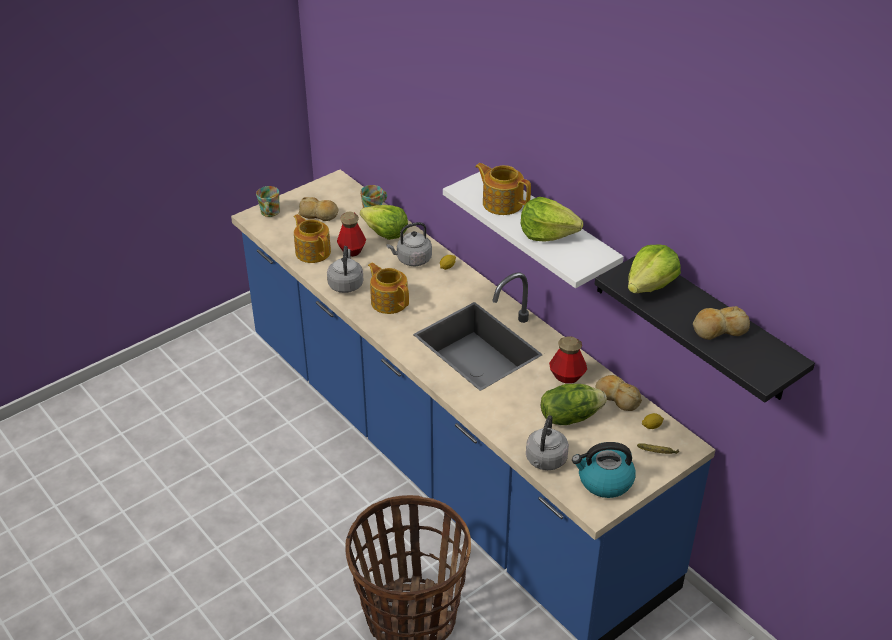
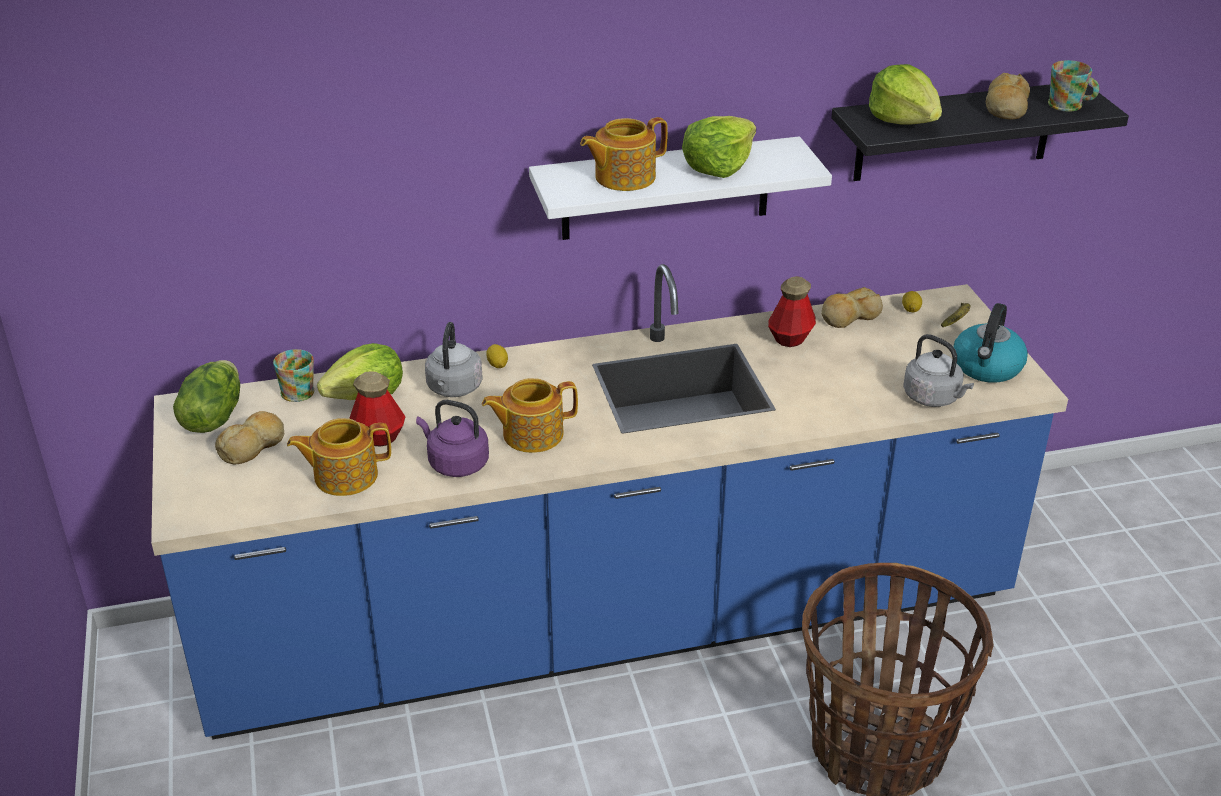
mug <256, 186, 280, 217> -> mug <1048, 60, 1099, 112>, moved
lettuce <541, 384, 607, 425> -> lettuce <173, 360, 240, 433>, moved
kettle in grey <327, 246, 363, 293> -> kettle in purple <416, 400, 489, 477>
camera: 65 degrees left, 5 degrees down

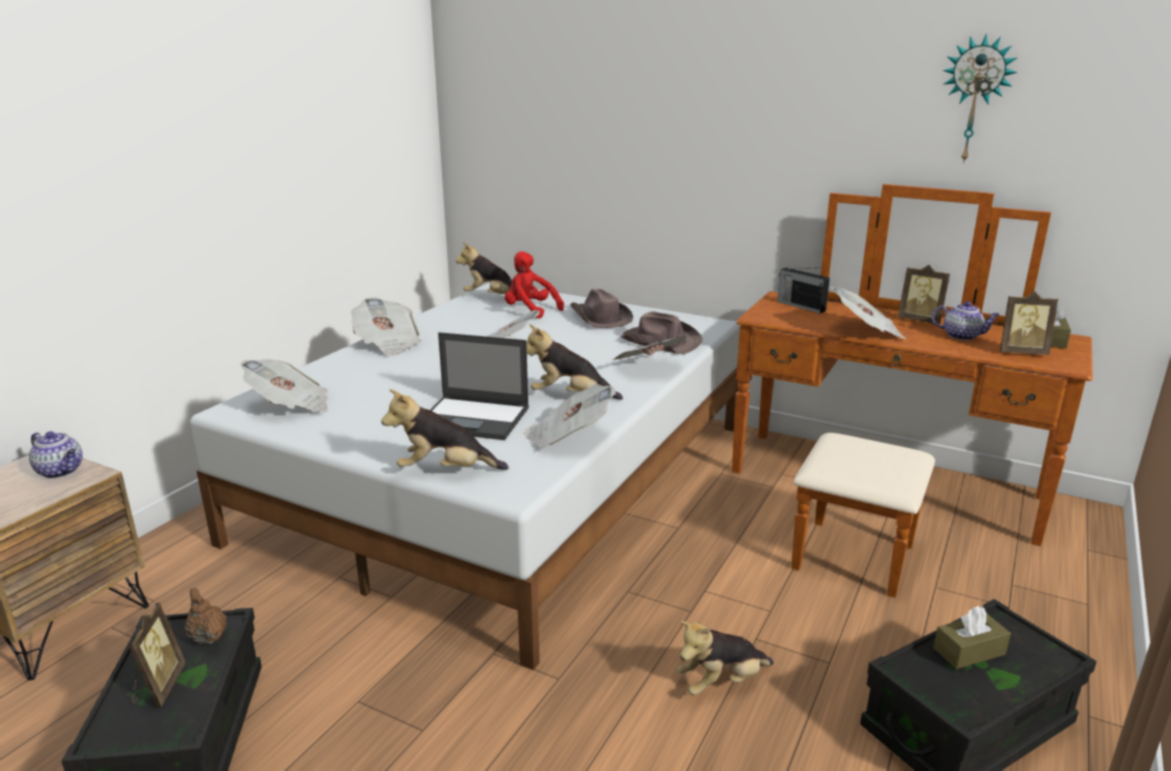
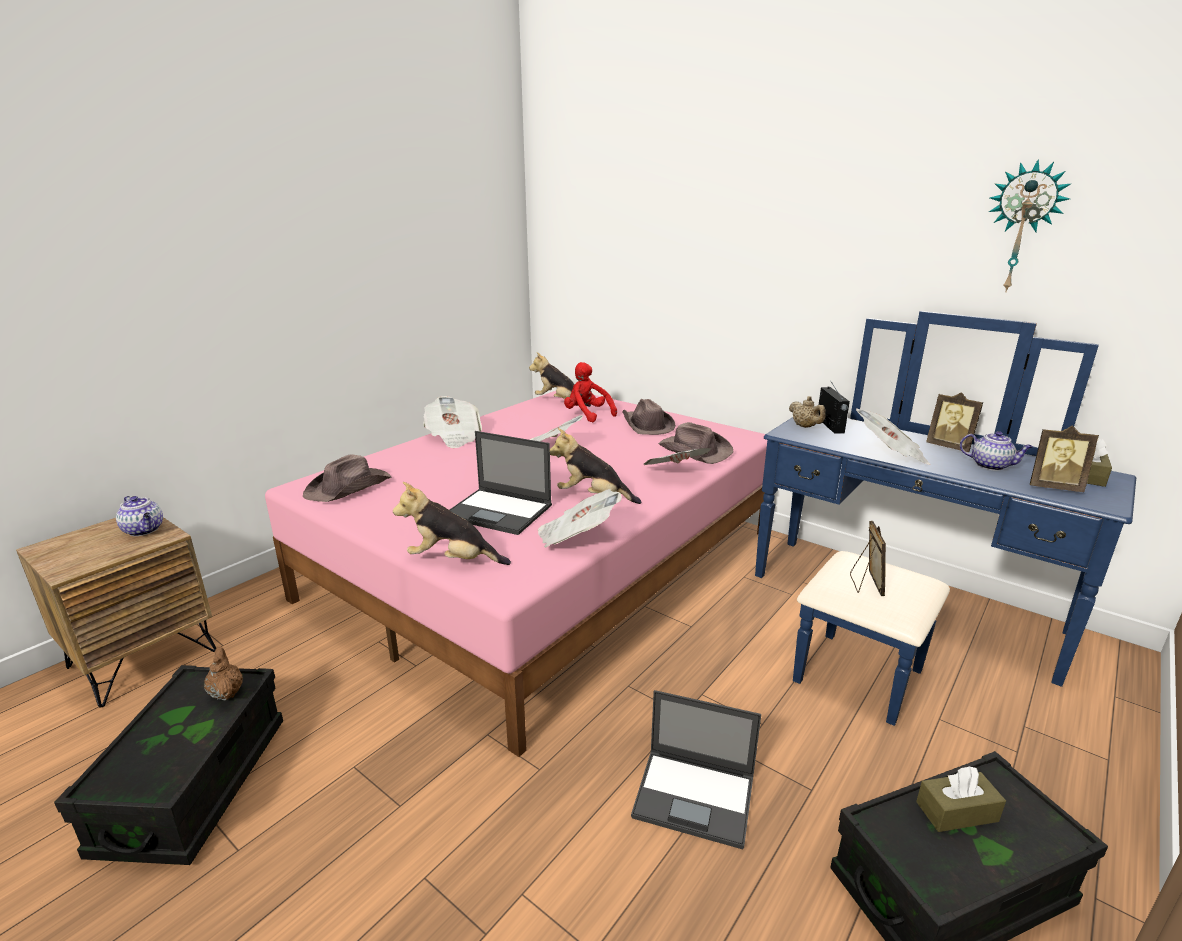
none -> teapot in beige <789, 396, 826, 428>
picture frame <128, 603, 186, 707> -> picture frame <850, 521, 886, 596>, moved
newspaper <241, 359, 328, 413> -> hat in brown <303, 455, 392, 502>
plush toy <677, 621, 774, 696> -> laptop <631, 690, 761, 849>
bed in white <190, 283, 740, 670> -> bed in pink <265, 391, 767, 757>
dresser in brown <732, 184, 1093, 598> -> dresser in blue <755, 311, 1136, 726>
radio <777, 267, 830, 313> -> radio <819, 380, 850, 434>, 150 degrees counterclockwise
camera: 10 degrees right, 0 degrees up

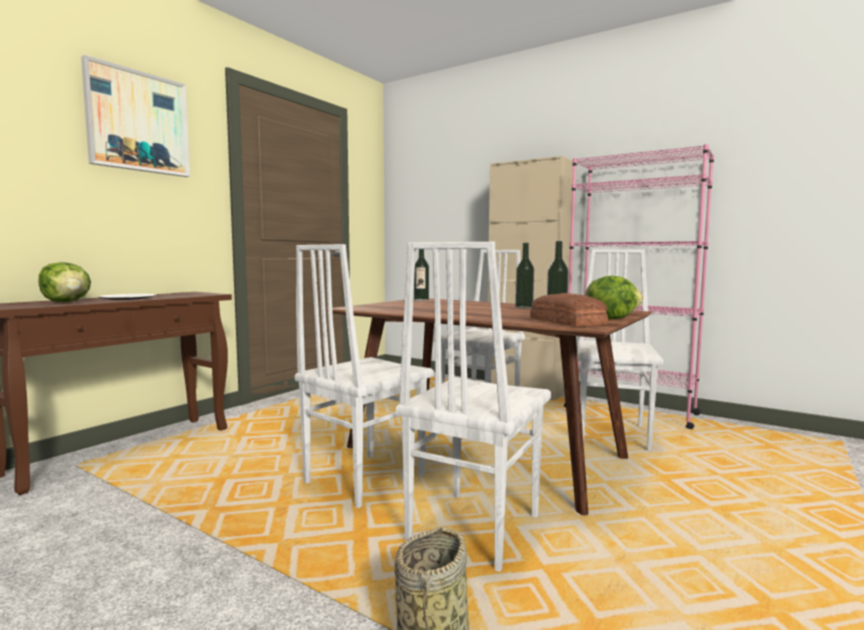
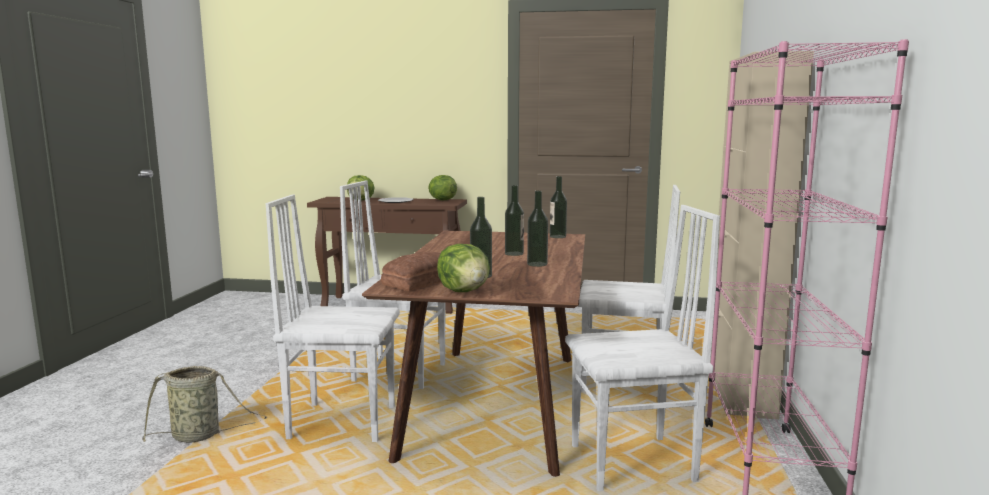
picture <81, 55, 190, 177> -> none
none -> lettuce <428, 175, 457, 200>
none -> bottle <505, 185, 524, 256>
camera: 65 degrees right, 5 degrees up

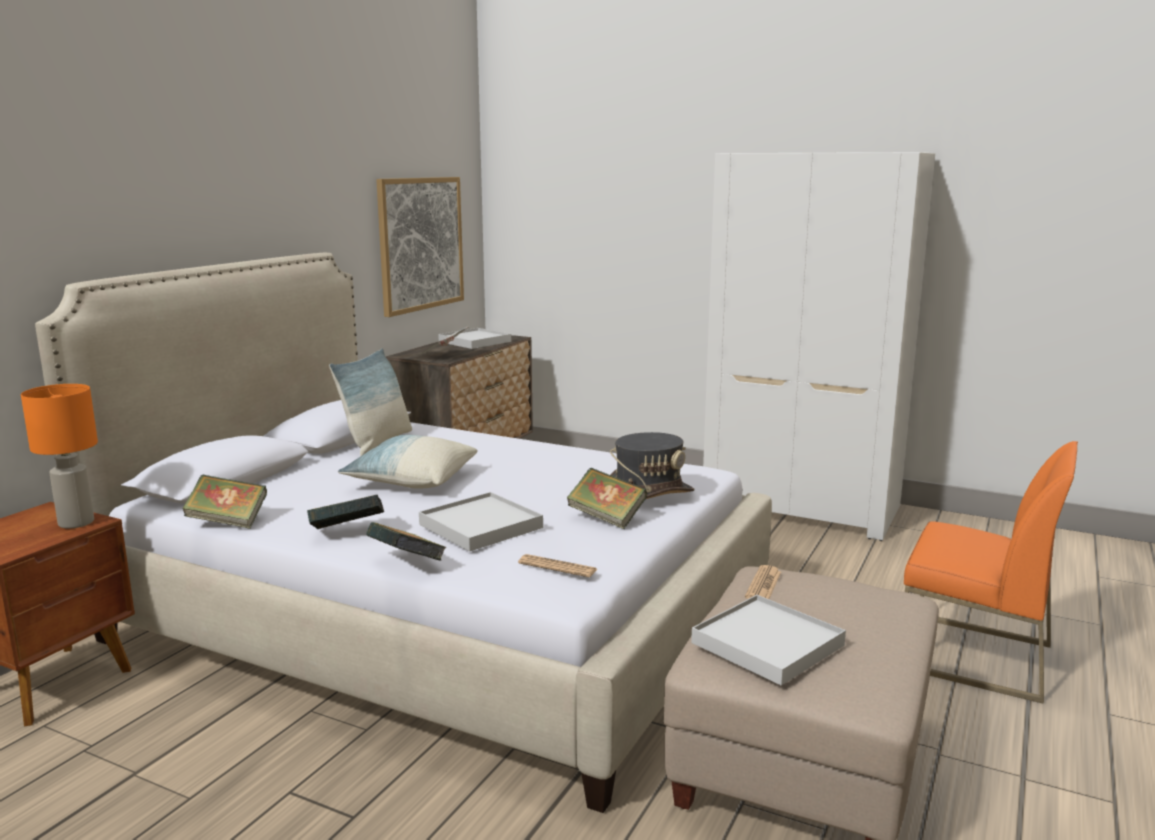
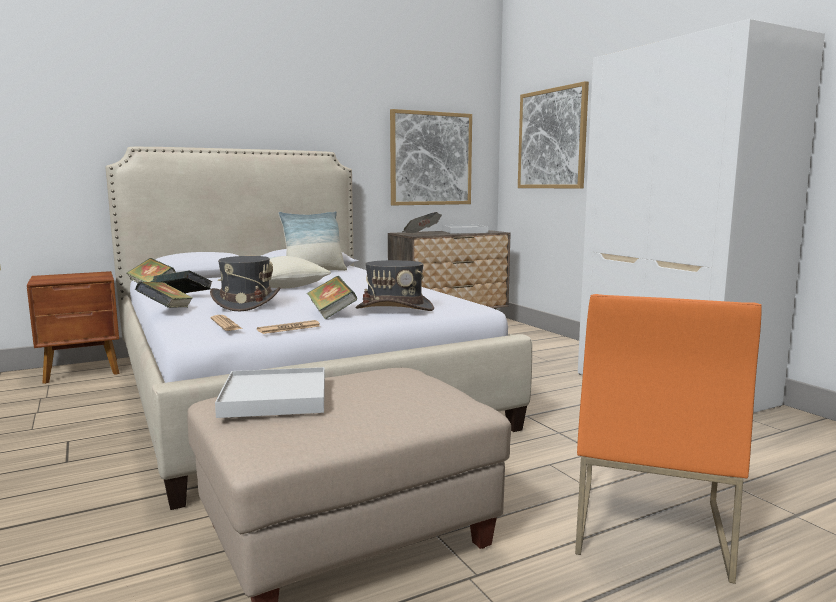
table lamp in orange <21, 384, 98, 529> -> none
none -> picture <518, 81, 589, 189>
newspaper <745, 565, 781, 599> -> newspaper <257, 320, 320, 334>, moved
tray in white <419, 492, 543, 552> -> hat in grey <210, 256, 281, 311>
chair in orange <904, 441, 1078, 704> -> chair in orange <575, 294, 762, 584>, 45 degrees clockwise
camera: 35 degrees right, 5 degrees down

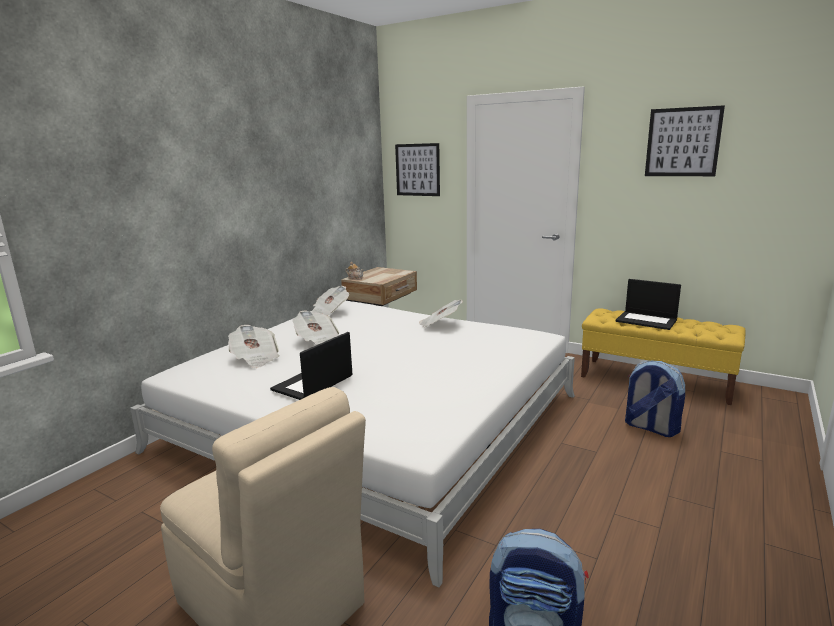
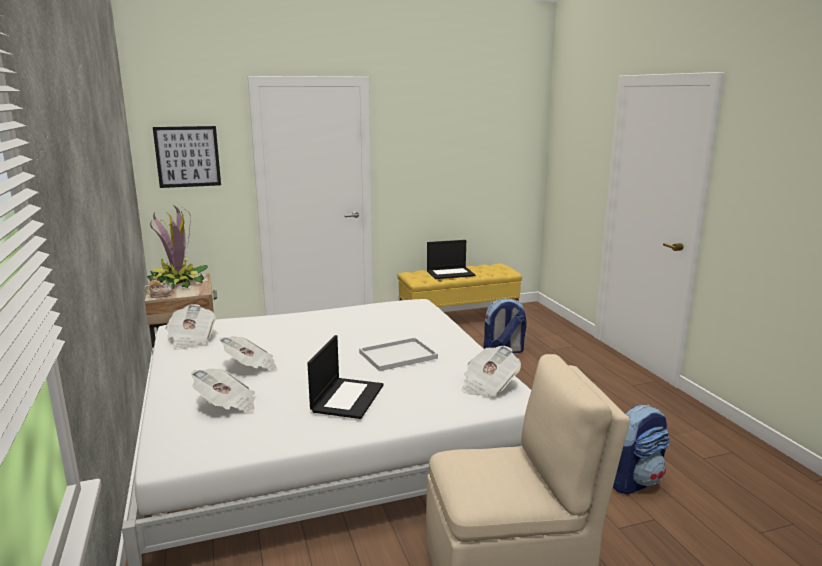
picture <645, 105, 725, 176> -> none
none -> potted plant <147, 206, 208, 289>
none -> tray in white <359, 337, 438, 371>
newspaper <419, 300, 463, 327> -> newspaper <461, 346, 521, 397>, moved
laptop <270, 332, 352, 400> -> laptop <307, 335, 383, 419>, 150 degrees counterclockwise
camera: 50 degrees left, 0 degrees up

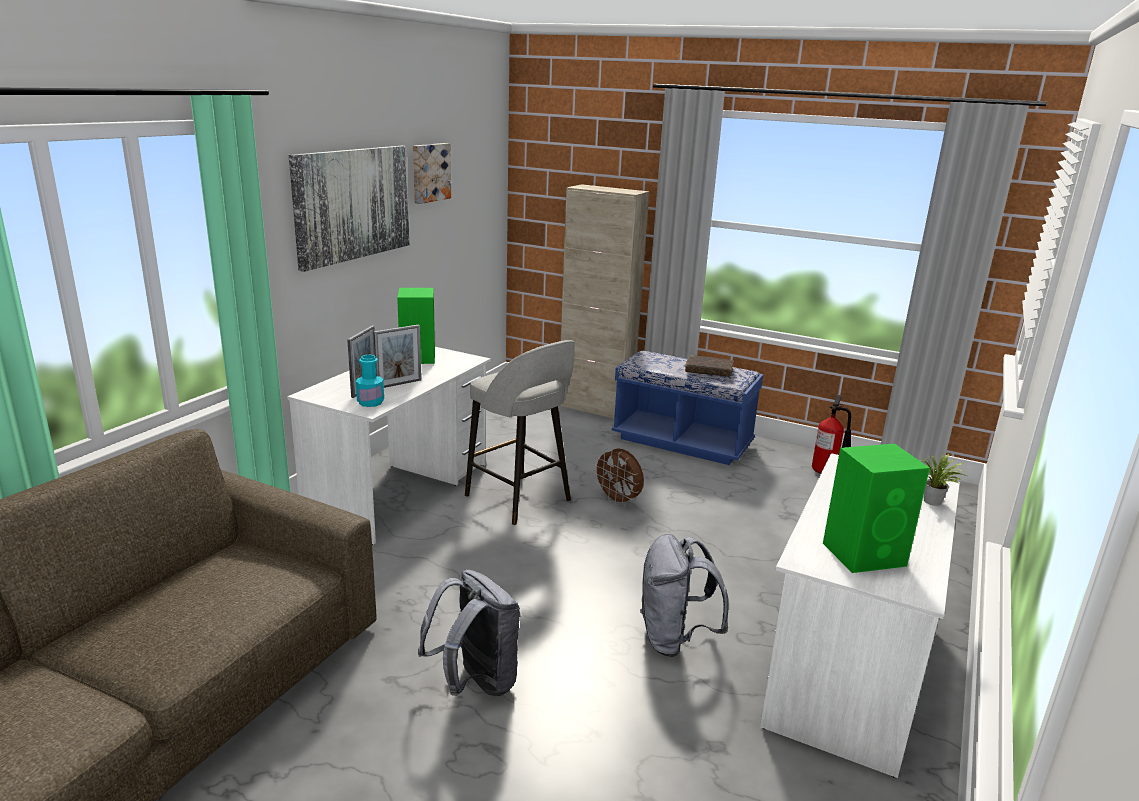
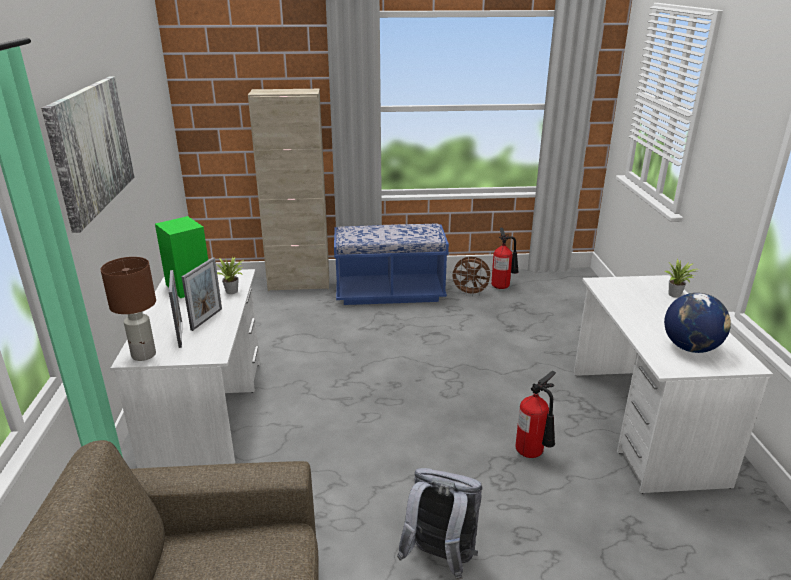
bottle in turquoise <356, 355, 384, 407> -> none
picture <413, 143, 451, 204> -> none
stool in grey <465, 340, 575, 525> -> none
book in brown <685, 355, 734, 377> -> none
none -> table lamp in brown <101, 257, 156, 361>
none -> potted plant <216, 257, 243, 294>
fan in brown <592, 448, 644, 506> -> fan in brown <450, 257, 492, 297>, moved
backpack in grey <640, 534, 729, 657> -> fire extinguisher <515, 371, 556, 458>
speaker in green <823, 444, 930, 573> -> globe <664, 293, 731, 353>
camera: 30 degrees left, 5 degrees up

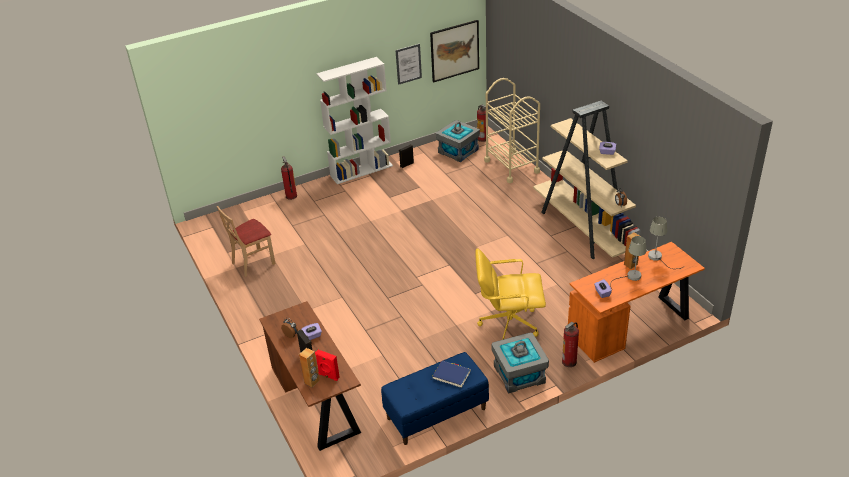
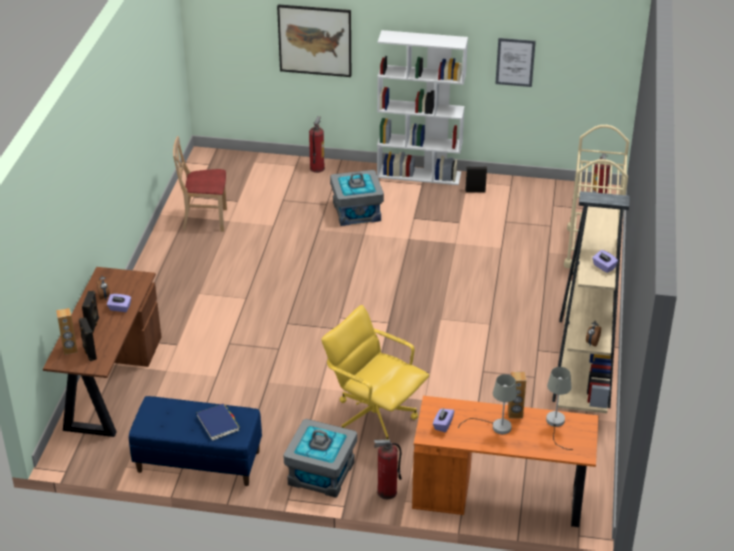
picture <430, 20, 479, 82> -> picture <277, 4, 351, 77>, moved
storage box in grey <436, 120, 480, 162> -> storage box in grey <330, 170, 384, 226>, moved
speaker in red <315, 350, 340, 381> -> speaker in black <79, 317, 97, 361>
camera: 35 degrees right, 0 degrees up

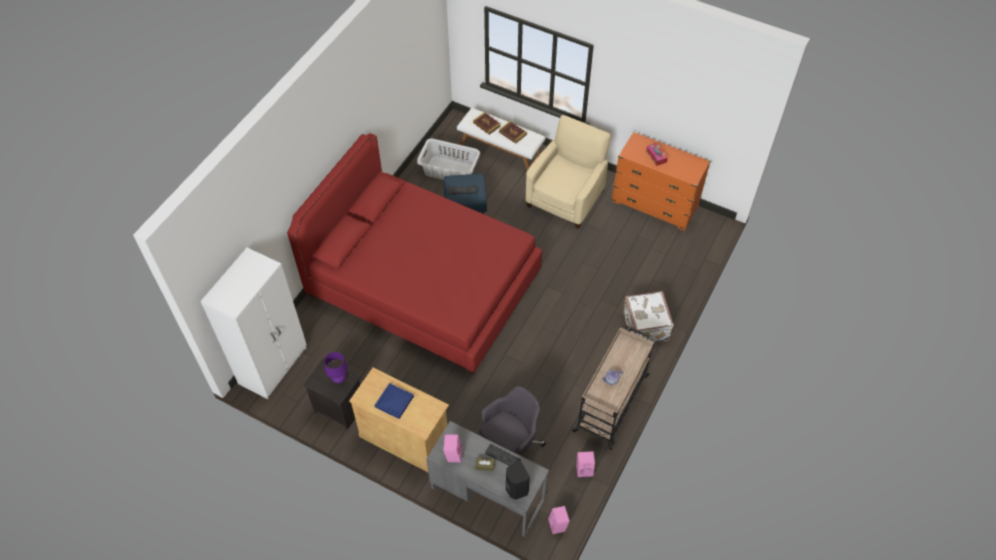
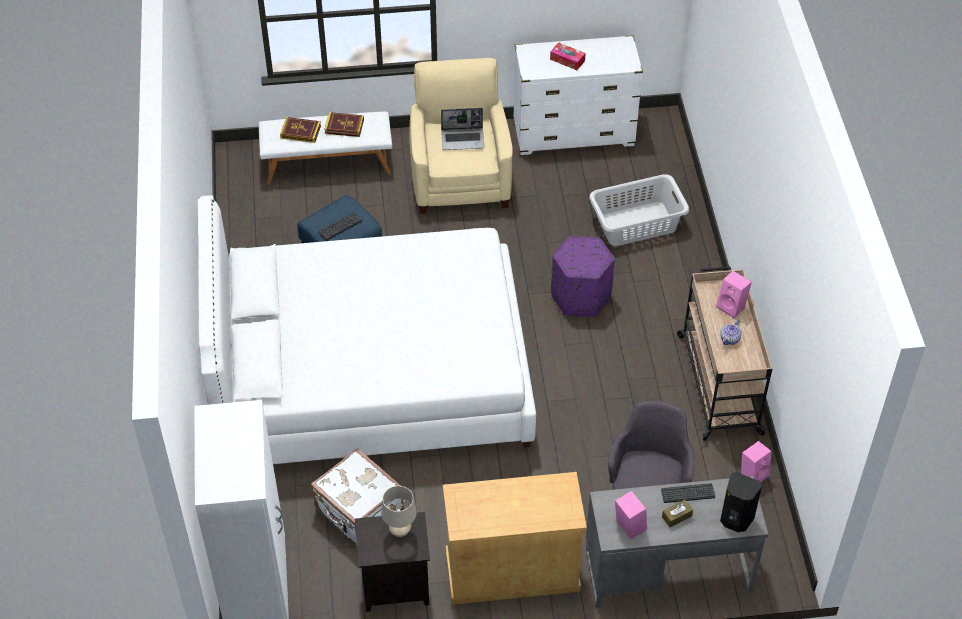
tray in blue <375, 383, 414, 419> -> none
none -> laptop <441, 108, 485, 150>
none -> ottoman in purple <551, 236, 615, 317>
laundry basket in grey <417, 139, 480, 180> -> laundry basket in grey <589, 174, 689, 246>, moved
speaker in pink <548, 506, 570, 534> -> speaker in pink <716, 271, 752, 318>, moved
suitcase in white <623, 291, 674, 343> -> suitcase in white <311, 448, 404, 546>, moved
bed in red <287, 133, 542, 375> -> bed in white <198, 195, 536, 464>
table lamp in purple <324, 352, 348, 383> -> table lamp in beige <381, 486, 417, 537>
dresser in orange <612, 132, 711, 231> -> dresser in white <513, 35, 643, 155>
camera: 35 degrees left, 5 degrees down

